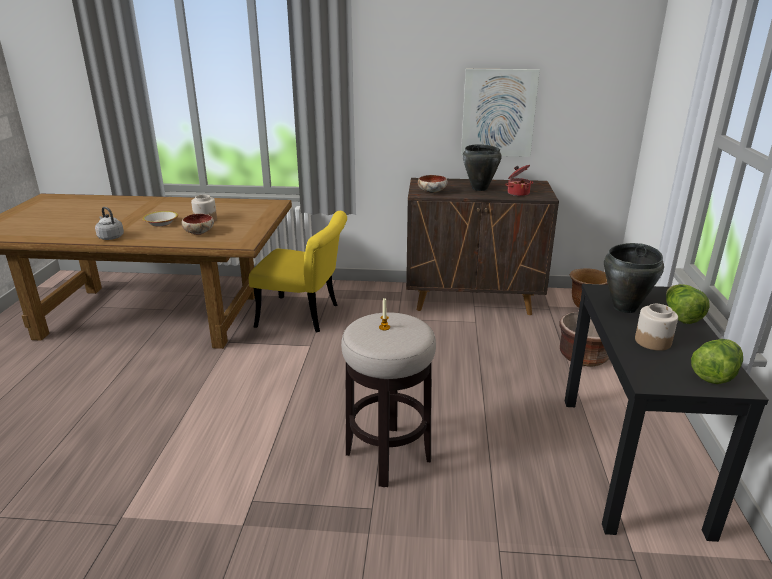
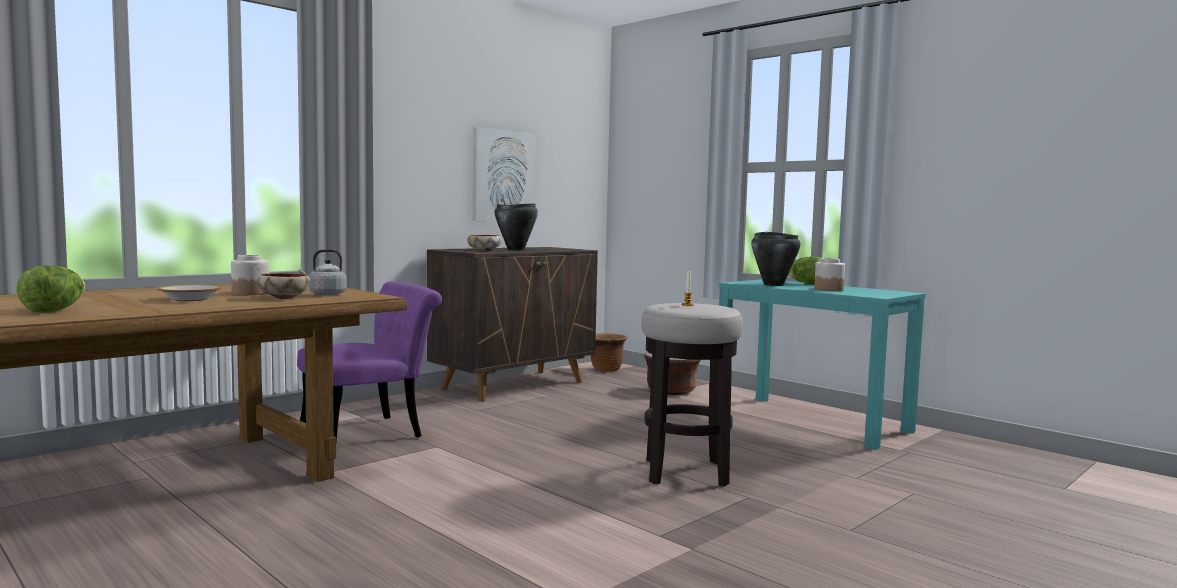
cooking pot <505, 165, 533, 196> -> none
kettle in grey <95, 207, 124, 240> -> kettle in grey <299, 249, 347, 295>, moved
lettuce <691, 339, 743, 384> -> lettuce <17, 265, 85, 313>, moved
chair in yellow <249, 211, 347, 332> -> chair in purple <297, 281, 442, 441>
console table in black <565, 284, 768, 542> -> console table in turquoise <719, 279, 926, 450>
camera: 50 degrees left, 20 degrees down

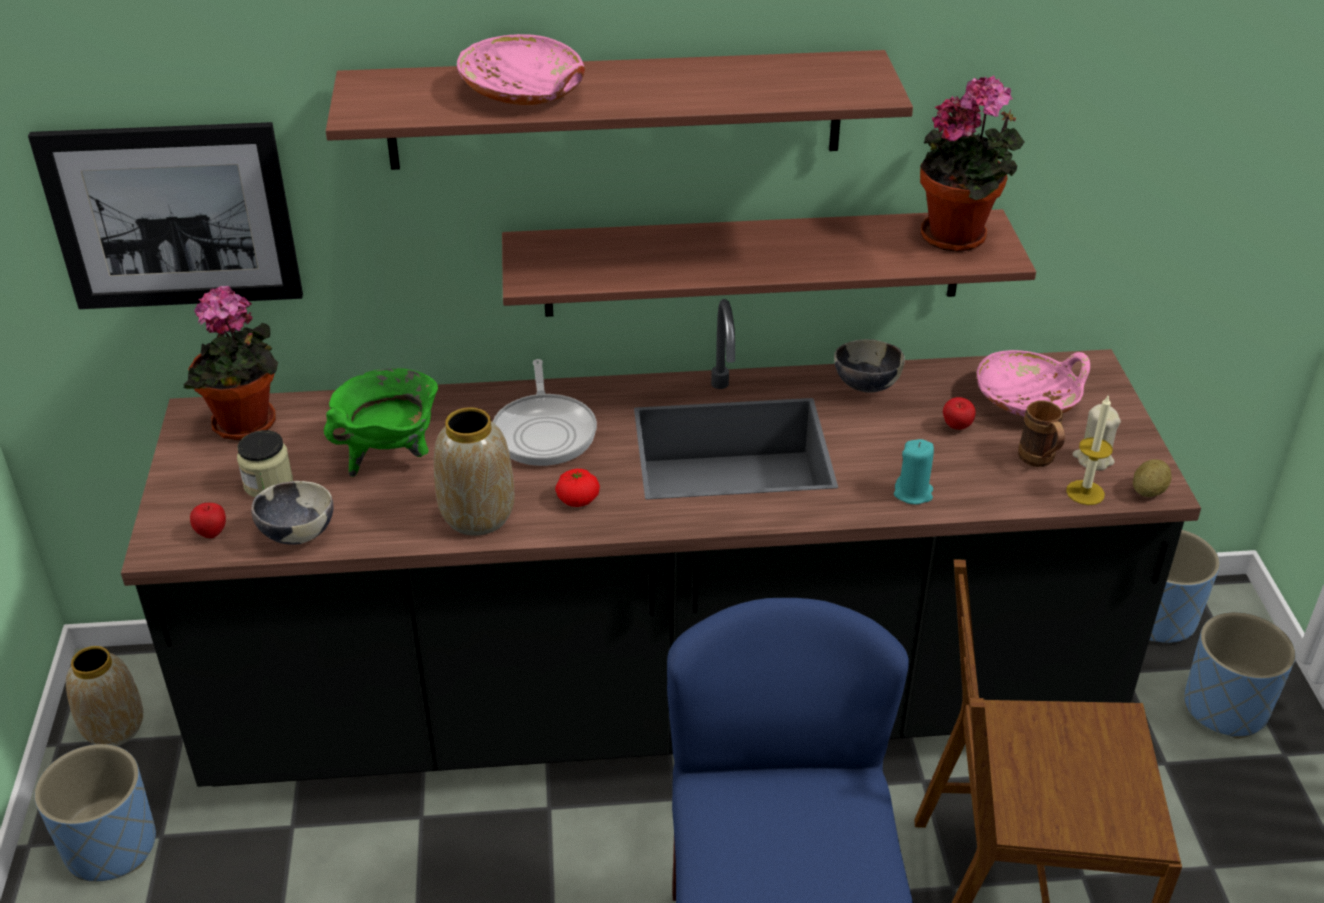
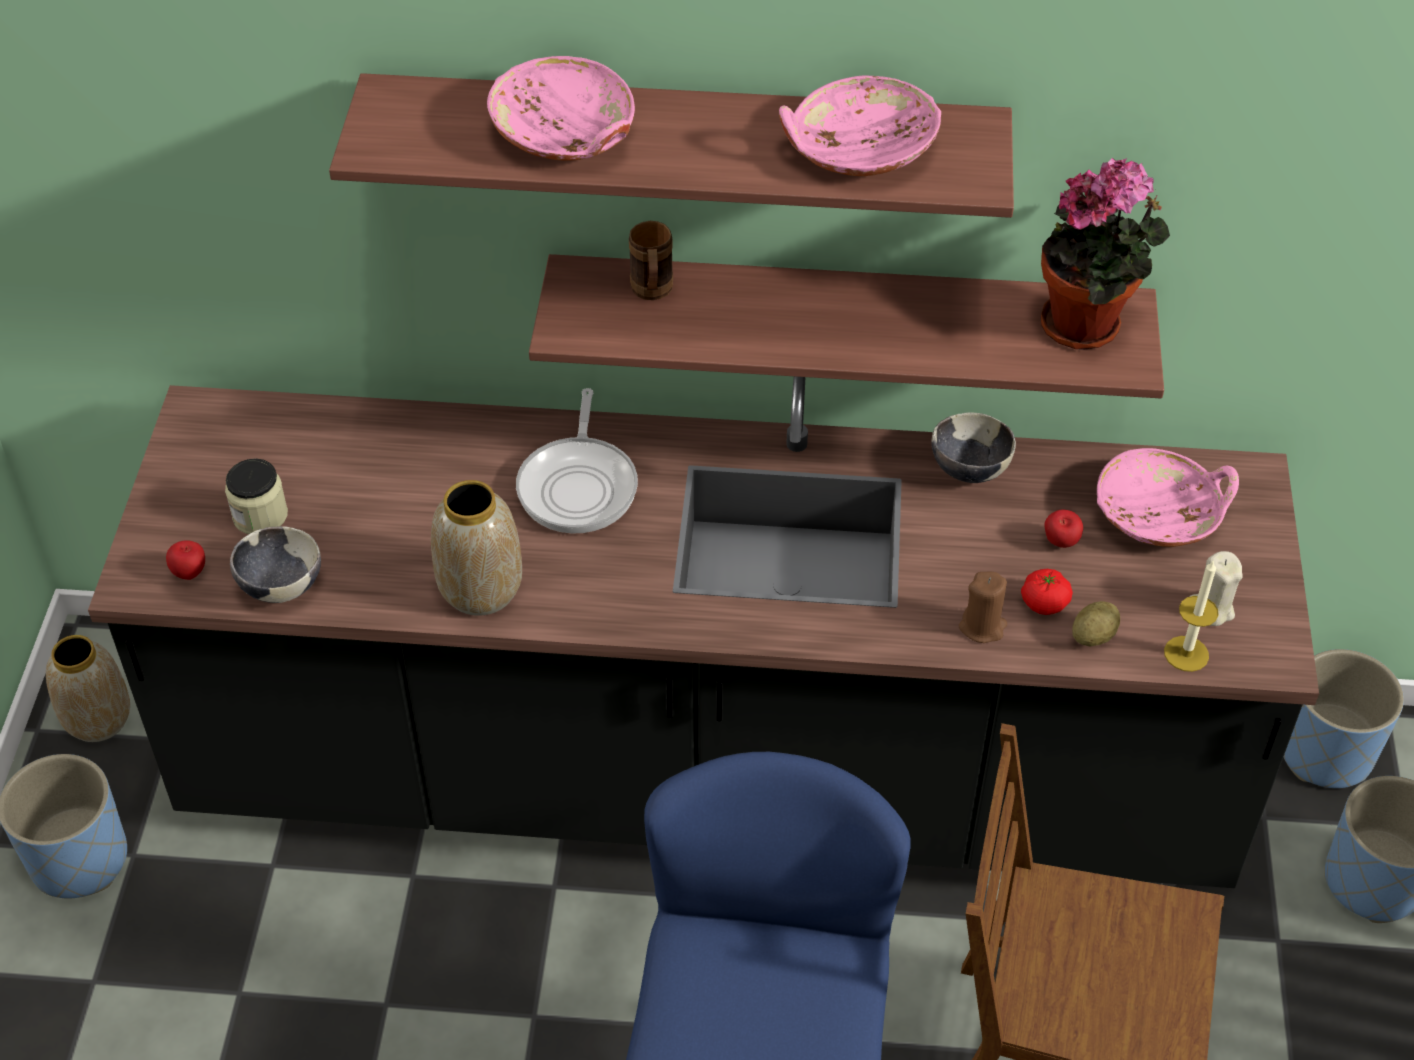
picture <28, 122, 303, 309> -> none
potted plant <183, 286, 278, 441> -> none
cooking pot in green <324, 368, 438, 477> -> none
none -> bowl in pink <779, 76, 941, 176>
tomato <555, 469, 600, 507> -> tomato <1021, 569, 1073, 615>, moved
mug in brown <1018, 401, 1065, 467> -> mug in brown <629, 221, 673, 300>, moved
potato <1133, 459, 1172, 497> -> potato <1072, 601, 1120, 647>, moved
candle in turquoise <894, 439, 934, 504> -> candle in brown <959, 572, 1007, 643>
camera: 10 degrees right, 10 degrees up

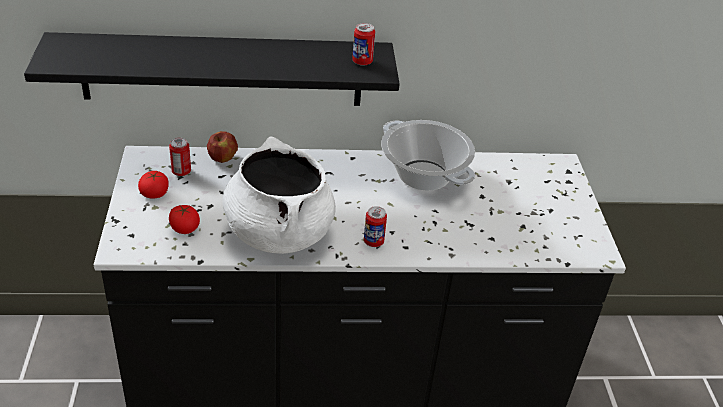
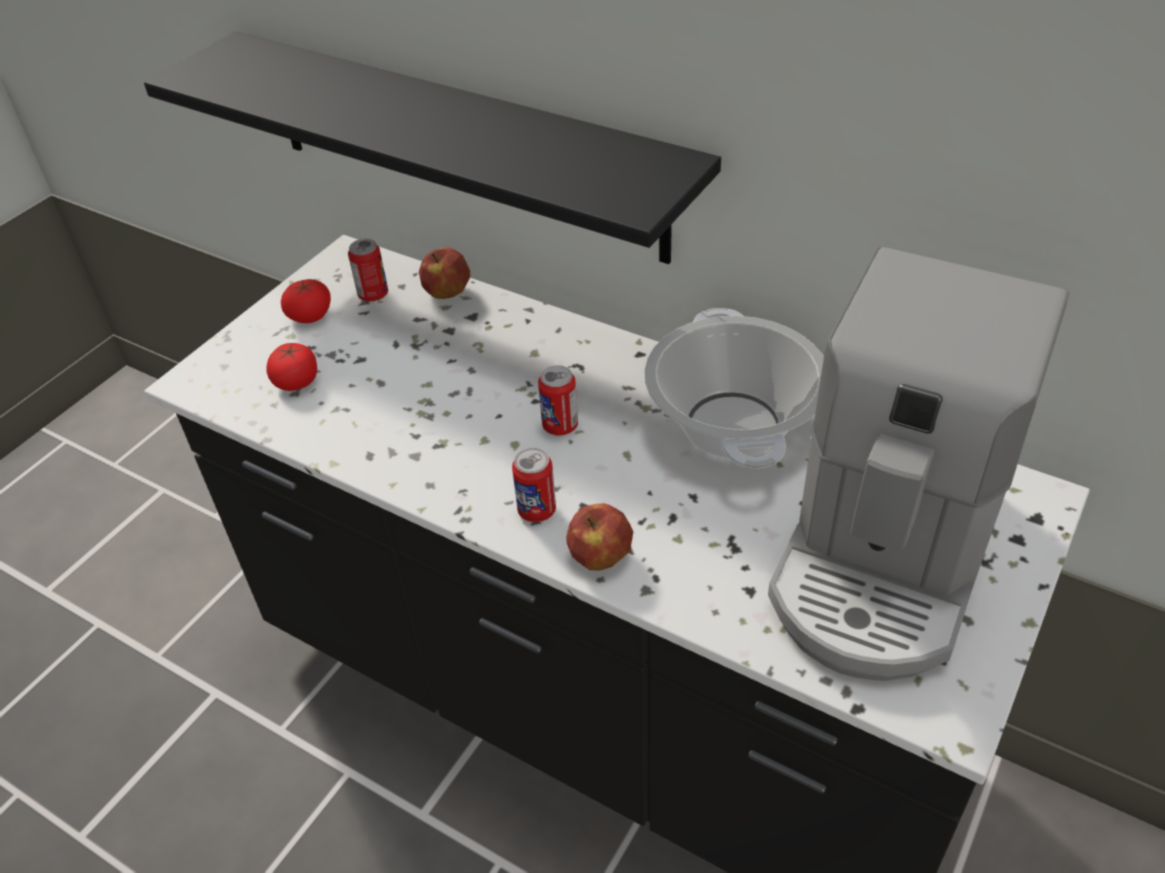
cooking pot in white <223, 136, 336, 254> -> none
none -> apple <566, 503, 633, 571>
none -> coffee machine <768, 247, 1069, 681>
can <352, 23, 375, 66> -> can <538, 365, 578, 435>, moved
camera: 40 degrees right, 5 degrees up

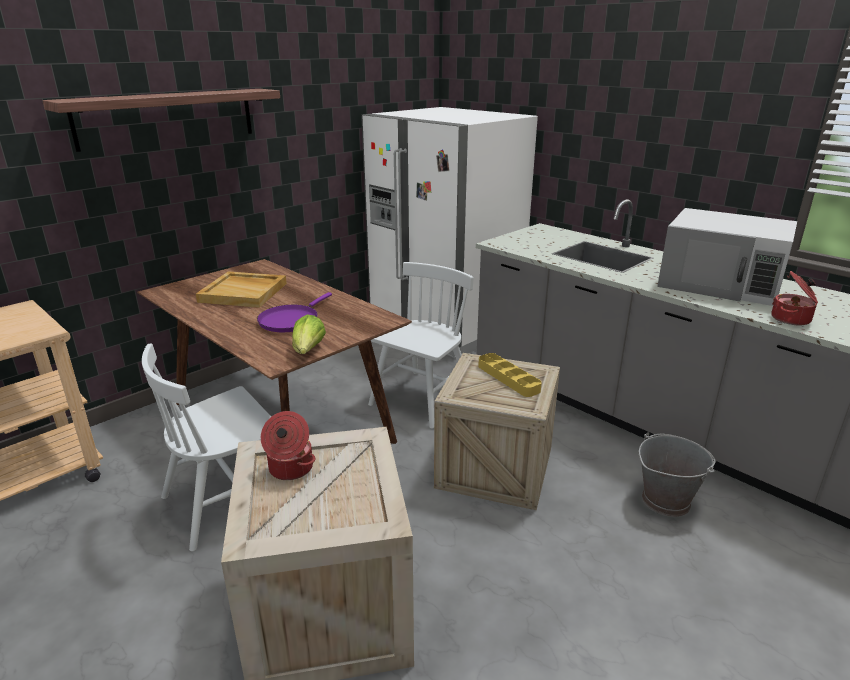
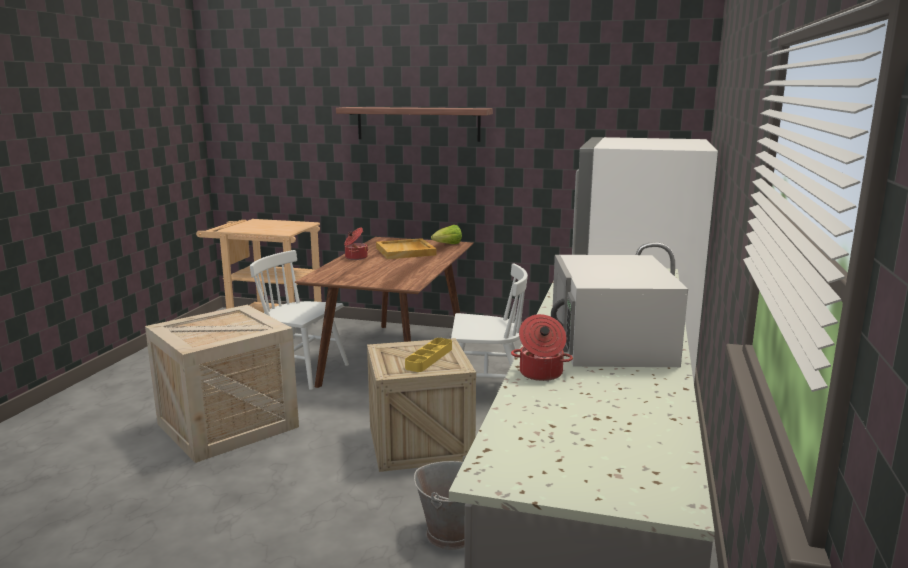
frying pan in purple <257, 292, 332, 332> -> none
cooking pot <261, 411, 316, 480> -> cooking pot <344, 228, 368, 260>, moved
lettuce <292, 314, 326, 354> -> lettuce <431, 225, 462, 244>, moved
camera: 60 degrees right, 10 degrees down

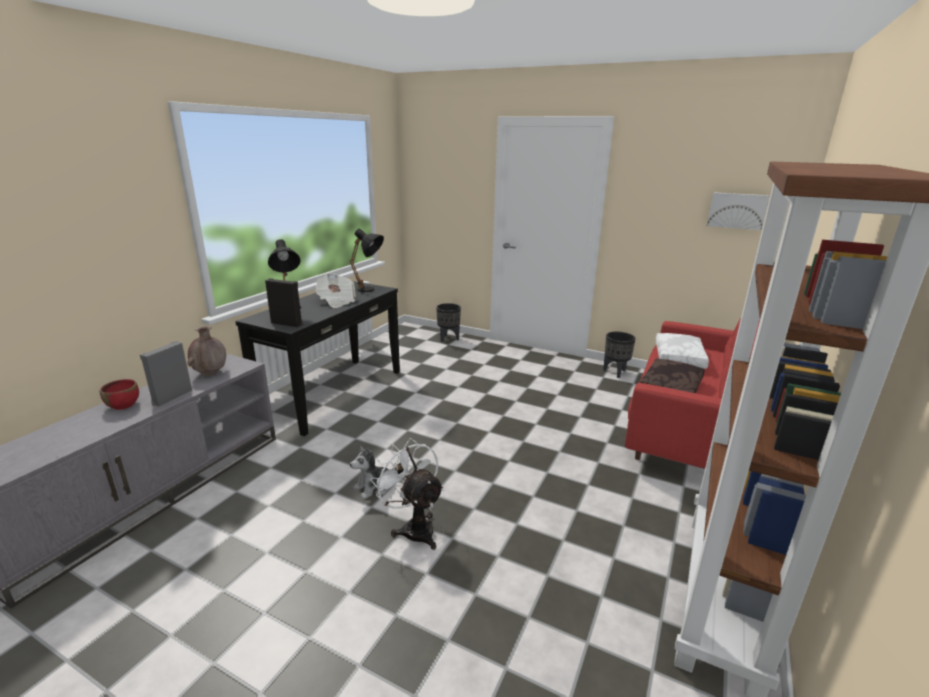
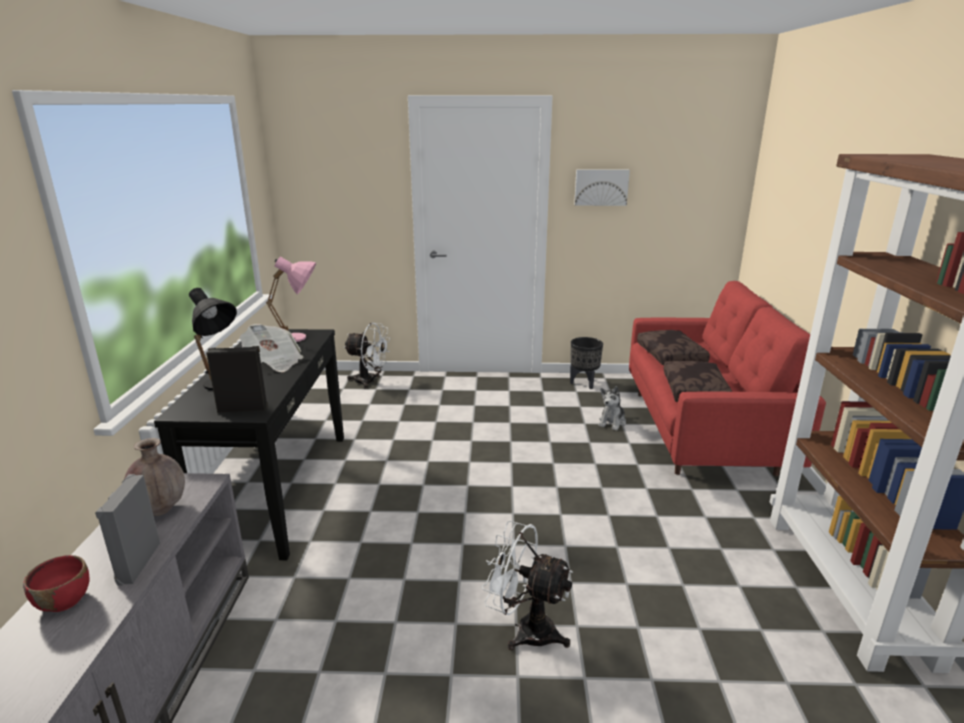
plush toy <350, 446, 396, 499> -> plush toy <599, 386, 626, 431>, moved
picture <707, 192, 769, 230> -> picture <574, 169, 630, 206>, moved
planter in black <436, 303, 461, 342> -> fan in white <344, 323, 390, 389>
table lamp in black <350, 229, 384, 292> -> table lamp in pink <266, 256, 316, 342>
pillow in white <656, 333, 709, 369> -> pillow in brown <637, 330, 710, 366>
camera: 25 degrees left, 0 degrees up

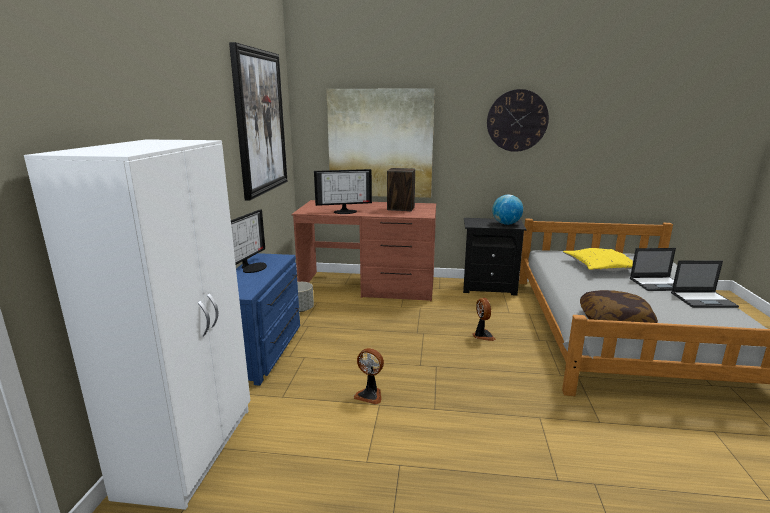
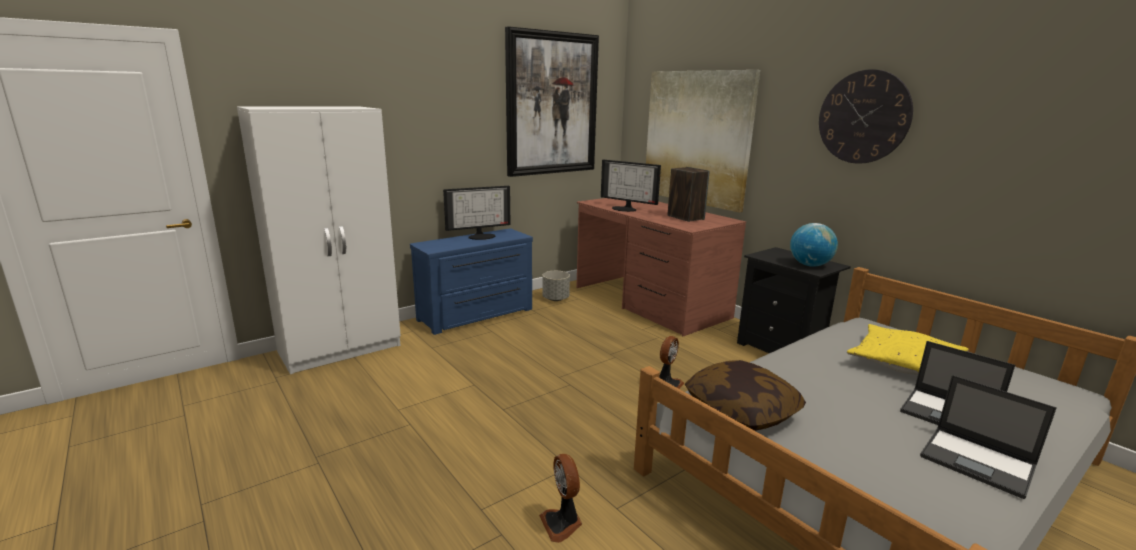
fan <353, 348, 384, 405> -> fan <539, 454, 582, 543>, moved
camera: 45 degrees right, 0 degrees up

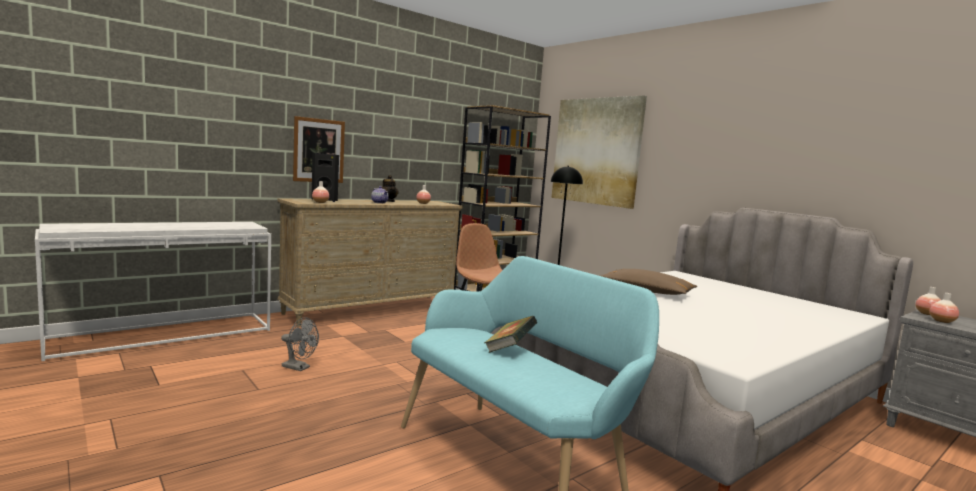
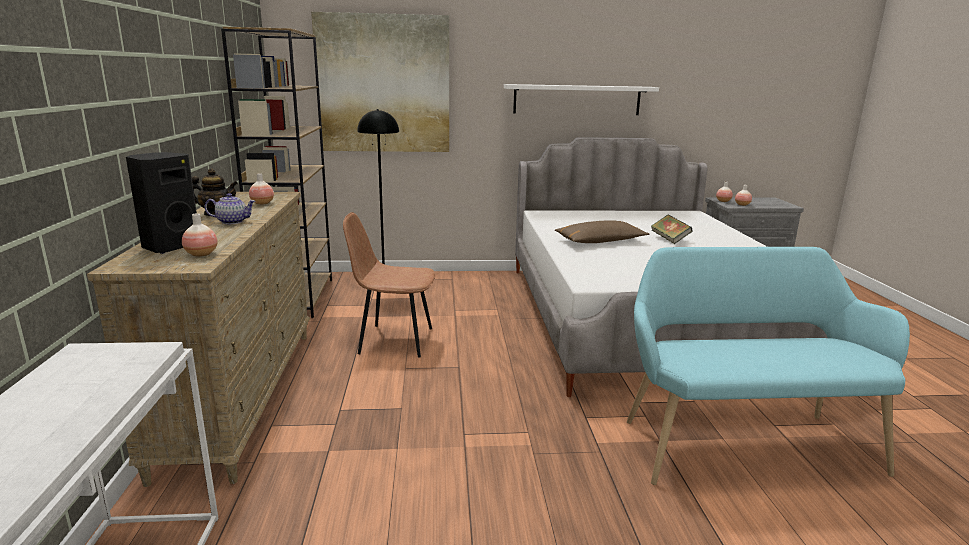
fan in grey <281, 317, 319, 371> -> none
picture <293, 116, 345, 183> -> none
none -> shelf in white <504, 84, 659, 115>
book <485, 316, 537, 353> -> book <651, 214, 693, 244>, moved
camera: 55 degrees left, 10 degrees up

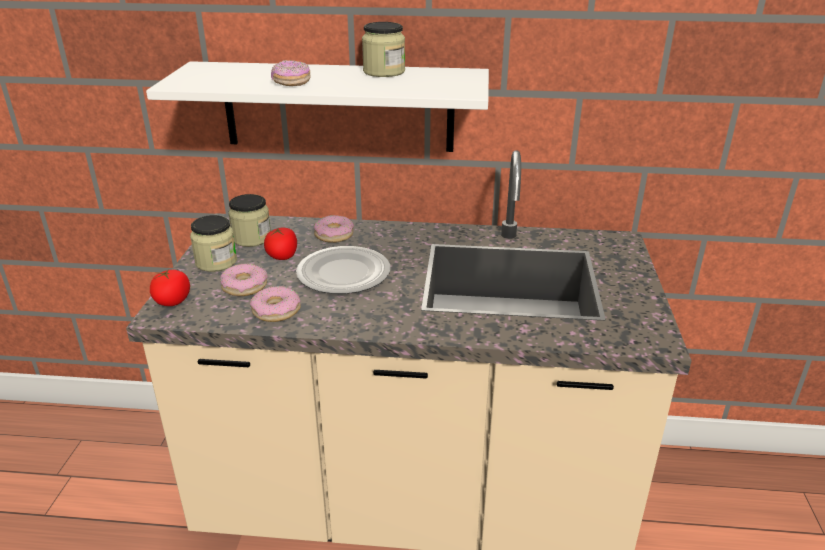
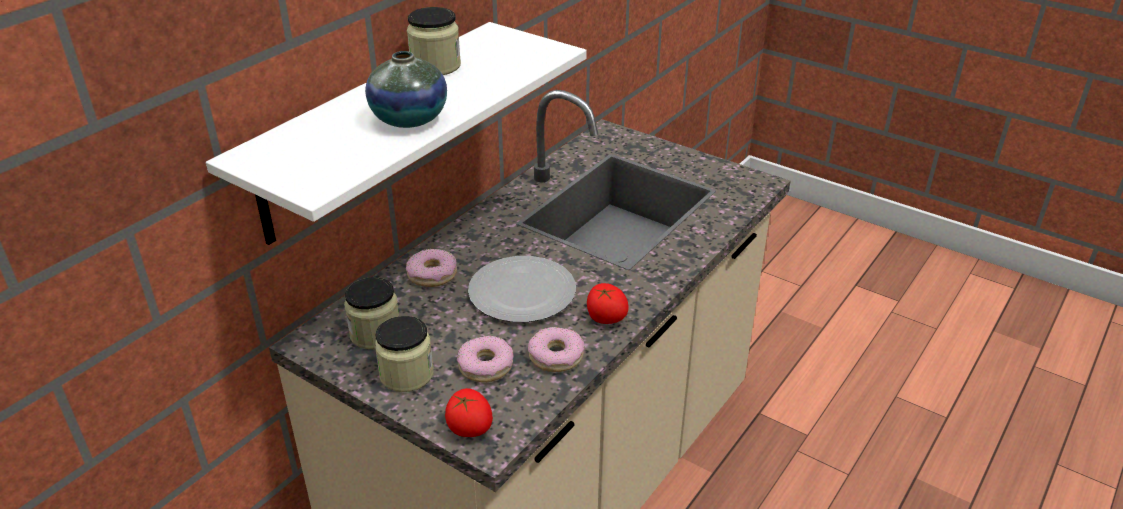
tomato <264, 228, 297, 260> -> tomato <587, 283, 628, 324>, moved
donut <271, 60, 311, 86> -> vase <365, 51, 447, 128>
camera: 60 degrees left, 5 degrees up

